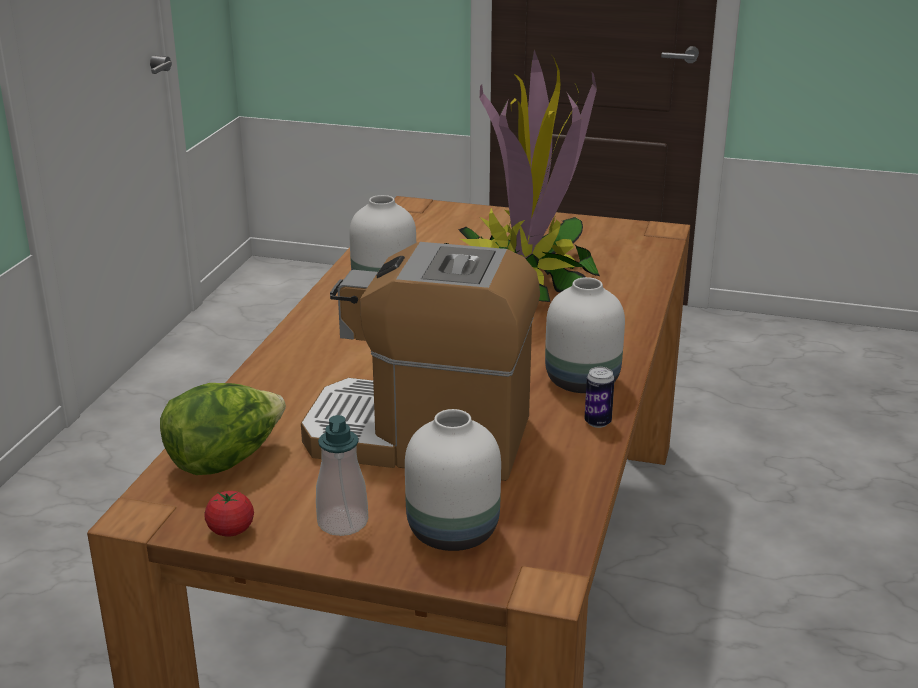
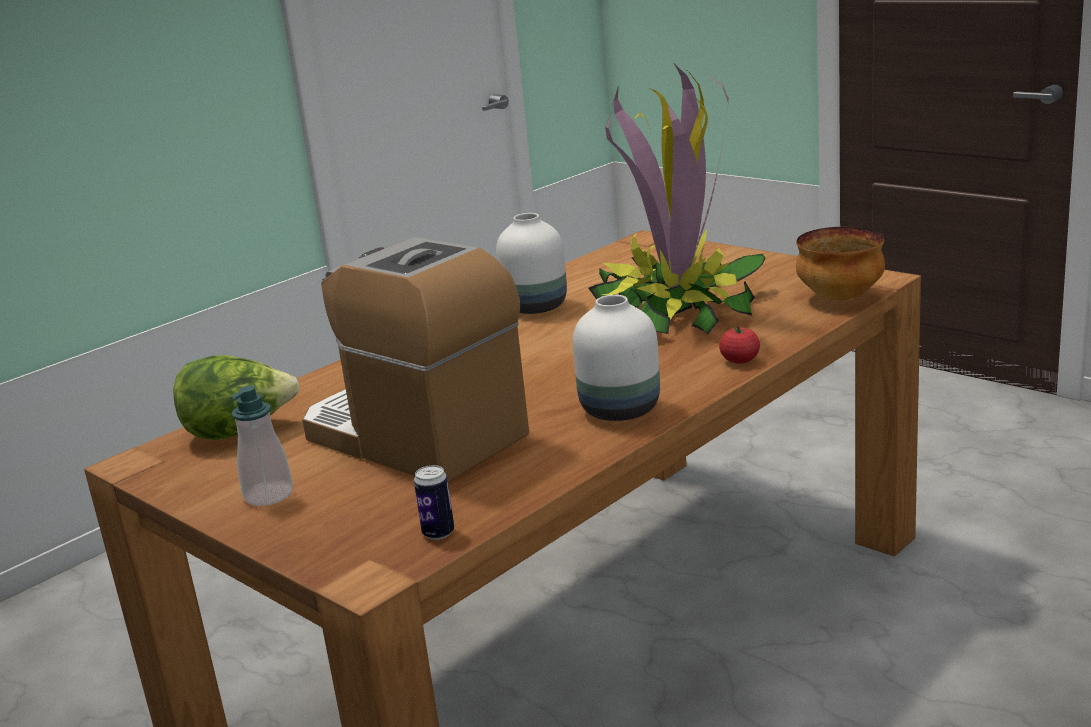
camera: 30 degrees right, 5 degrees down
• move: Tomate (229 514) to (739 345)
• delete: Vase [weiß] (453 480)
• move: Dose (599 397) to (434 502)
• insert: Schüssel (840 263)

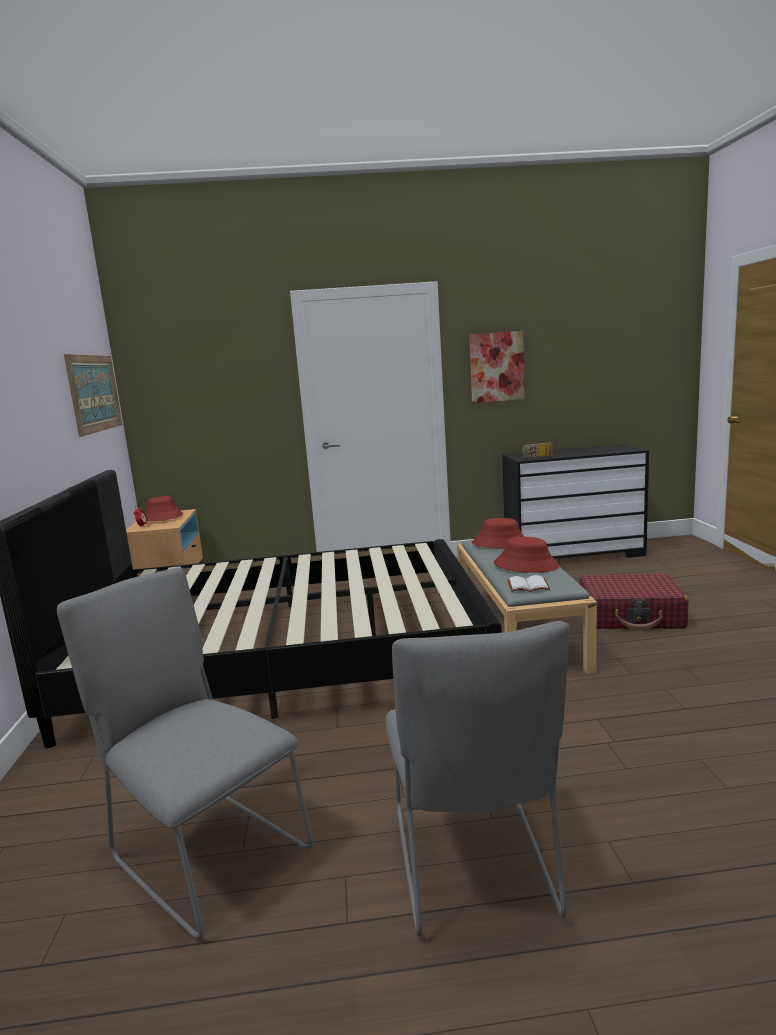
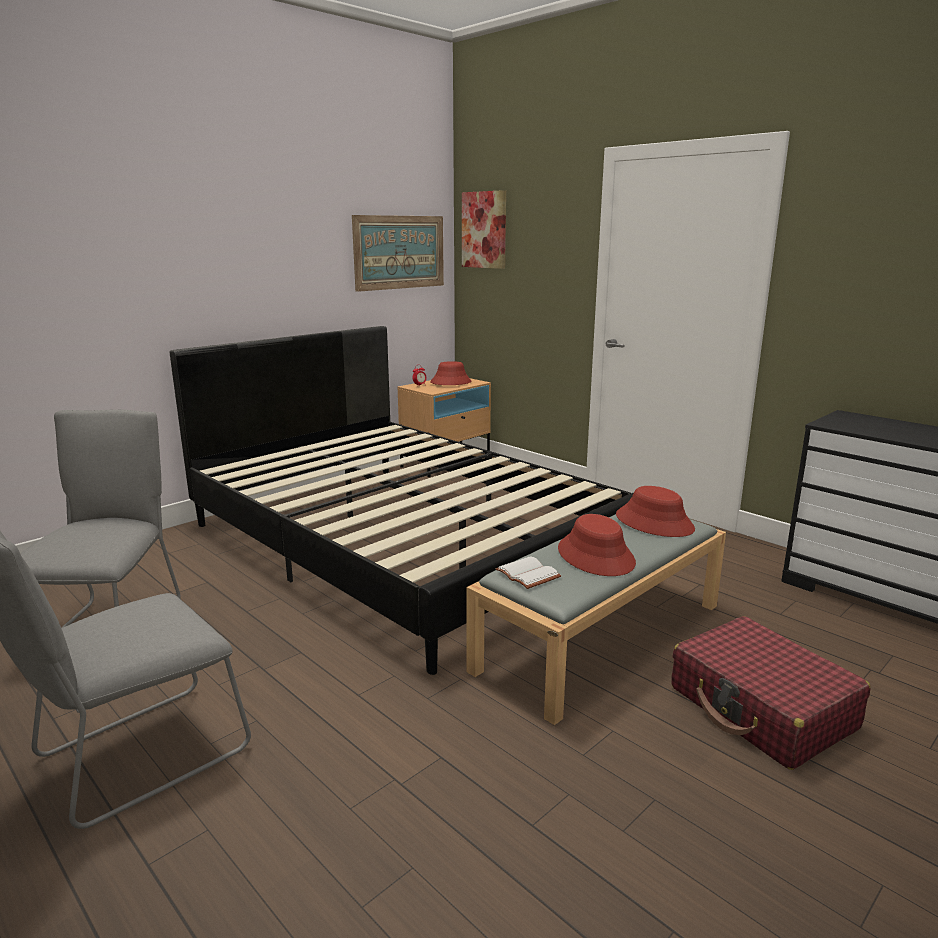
camera: 50 degrees right, 5 degrees up
• move: Bild (497 367) to (484 229)
• delete: Radio (537 450)

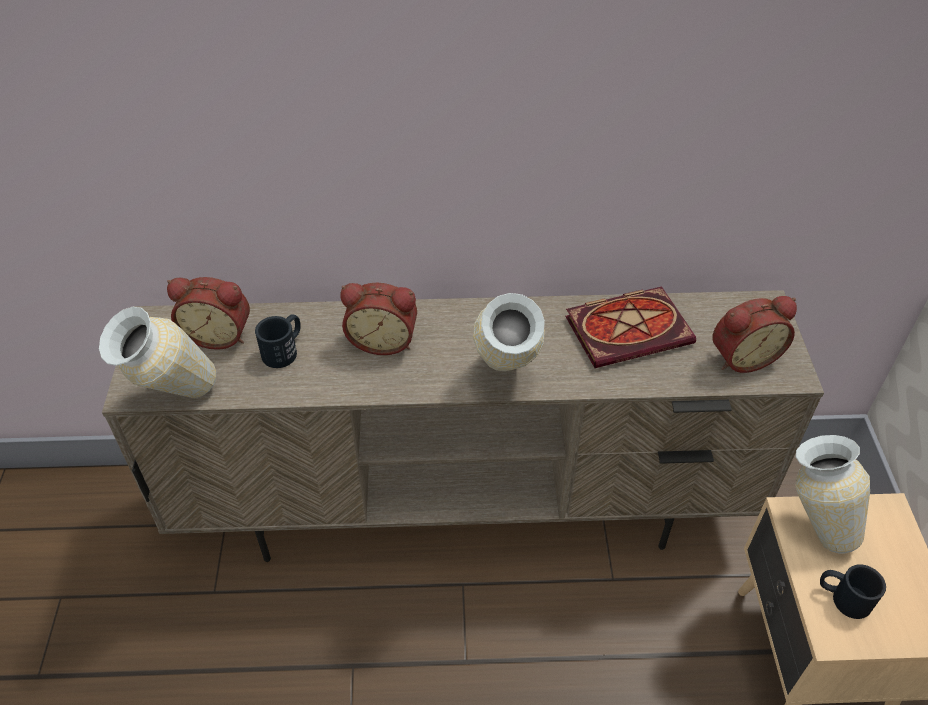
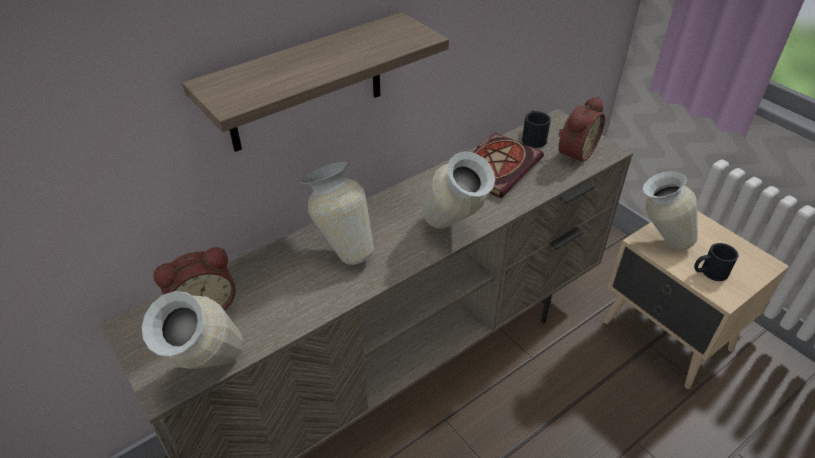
camera: 35 degrees left, 5 degrees down
• move: Henkelbecher [schwarz] (278 341) to (536 129)
• replace: Wecker (378 319) to Vase (337 213)
• insert: Wandregal (315 82)

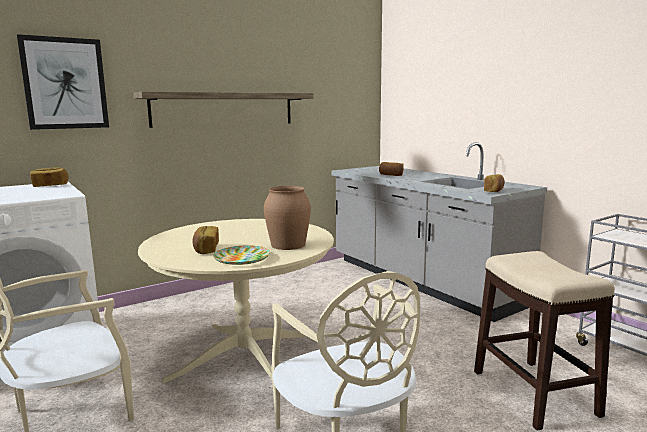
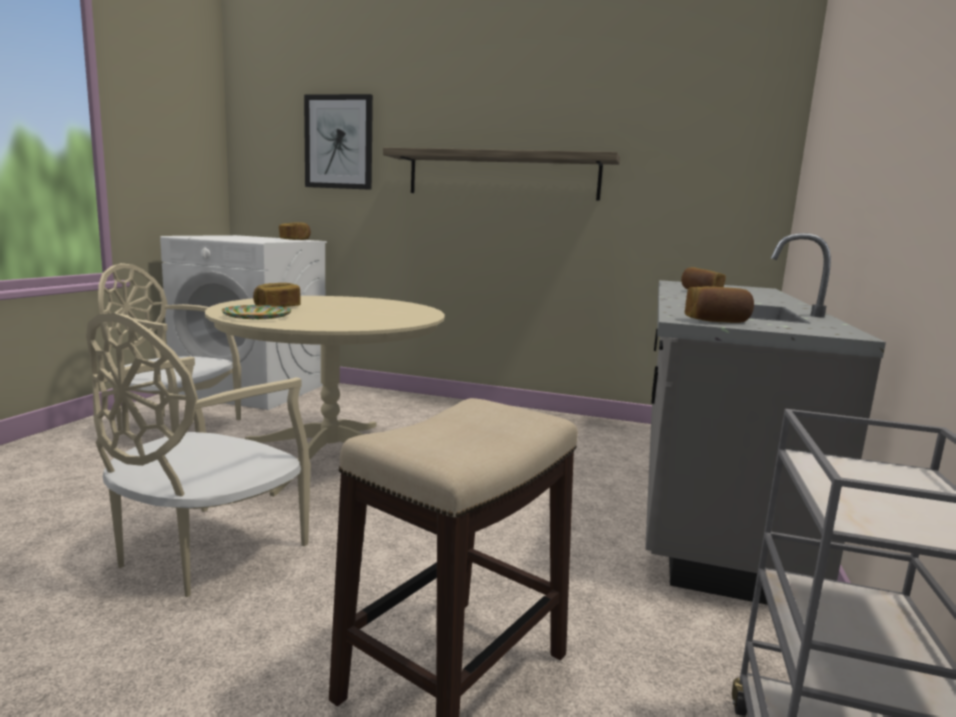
camera: 50 degrees right, 0 degrees up
• delete: Vase [braun] (287 218)

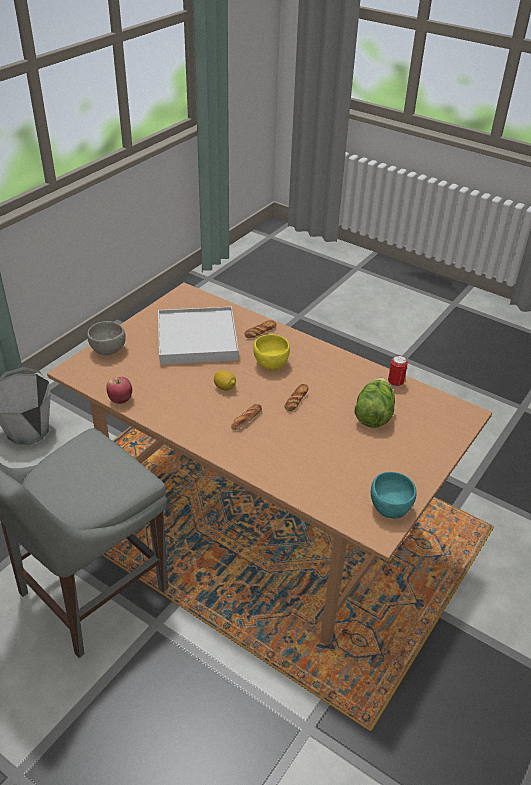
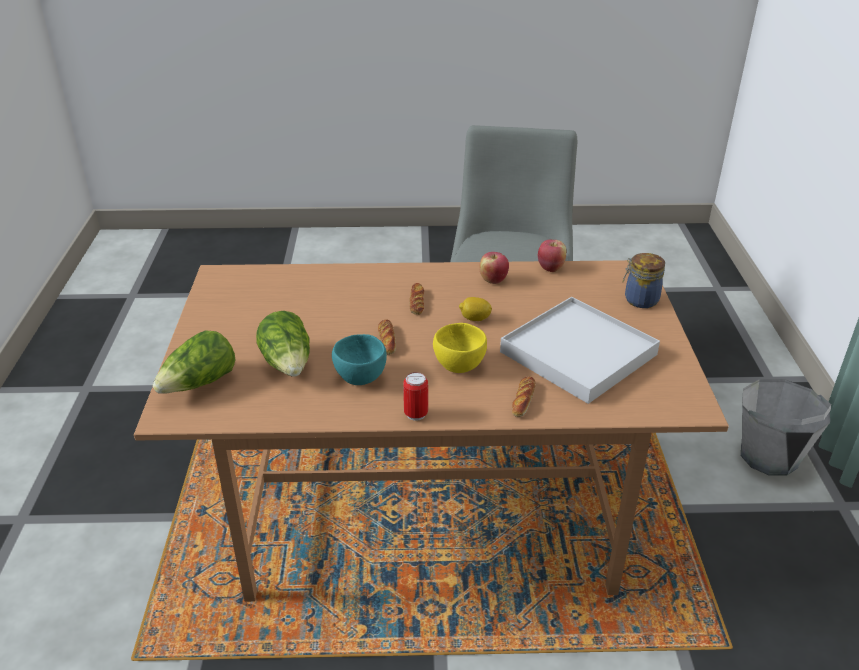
camera: 145 degrees right, 5 degrees down
• replace: Schüssel [grau] (106 338) to Vorratsglas (643 280)
• move: Schüssel [türkis] (394 495) to (359 359)
• move: Dose (398 371) to (415 396)
• insert: Salatkopf (194 362)
• insert: Apfel (494 268)

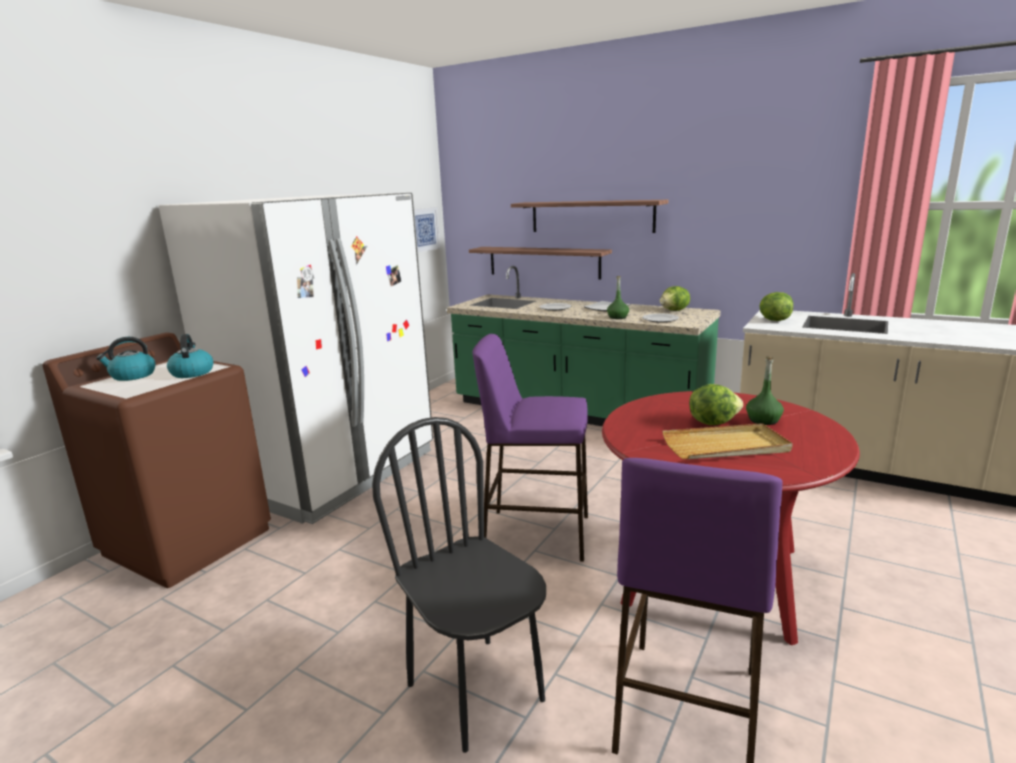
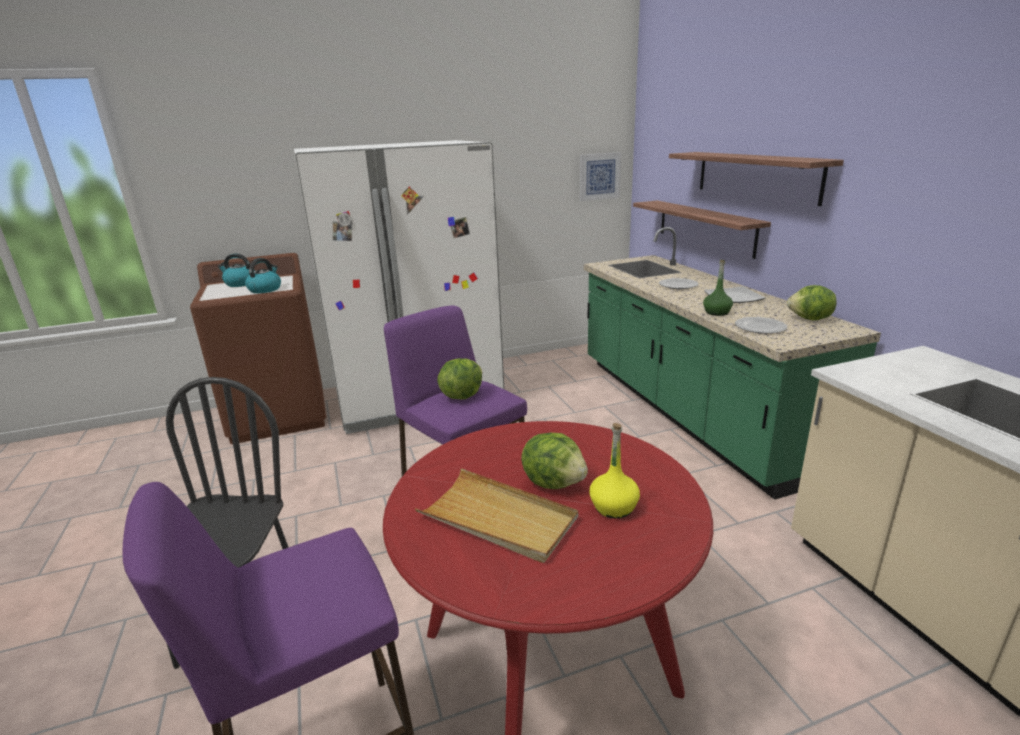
camera: 40 degrees right, 5 degrees up
• recolor: Flasche [grün] (765 391) to Flasche [gelb] (614 471)
• move: Salatkopf (776 306) to (459 379)

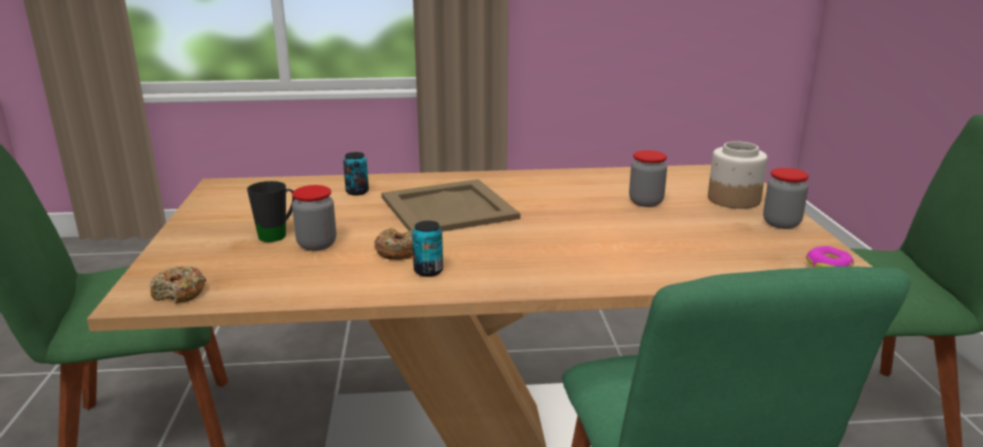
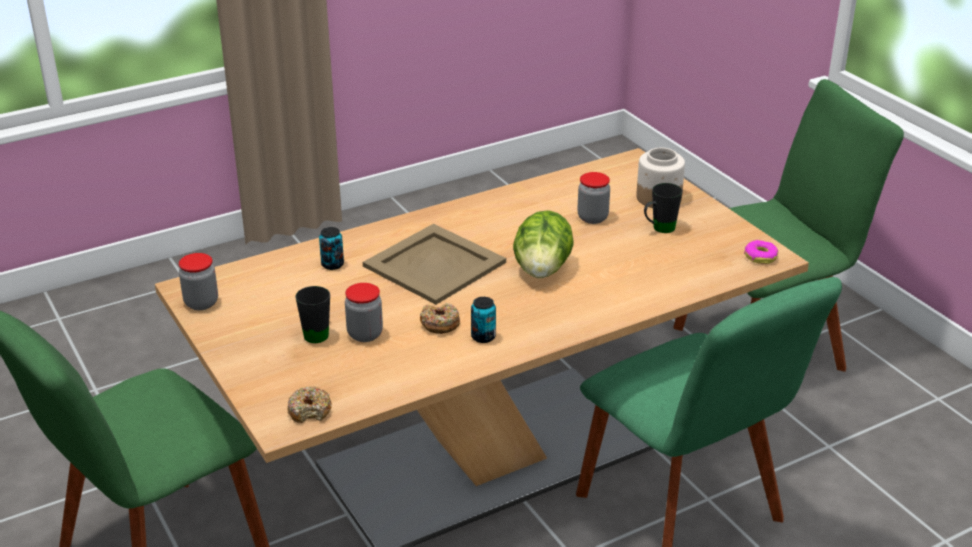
camera: 25 degrees left, 10 degrees up
• move: Vorratsglas (786 198) to (198 281)
• insert: Salatkopf (543 244)
• insert: Henkelbecher [schwarz] (663 208)

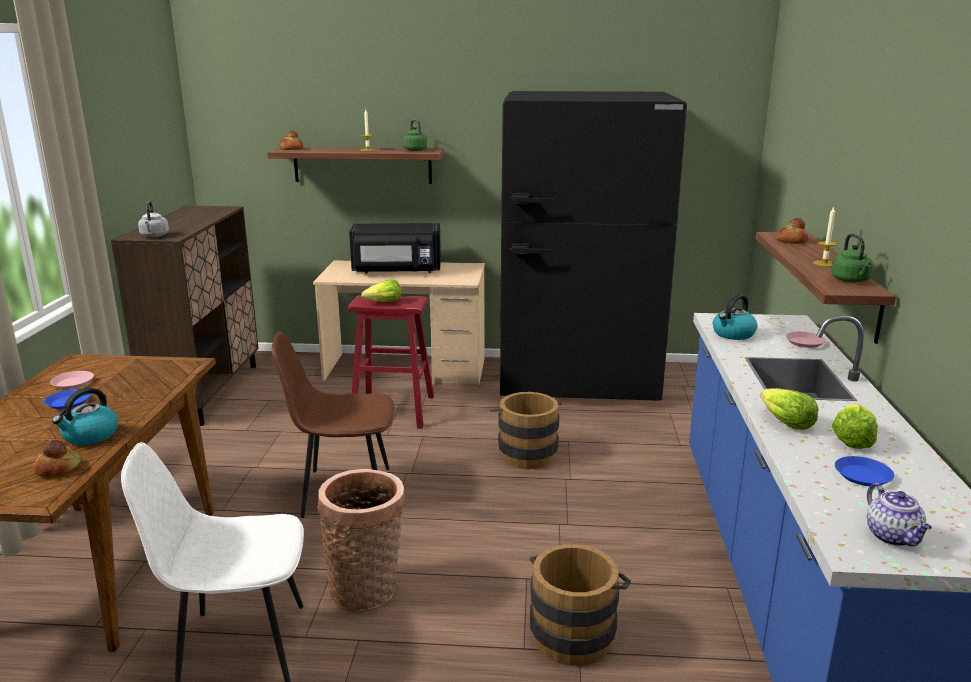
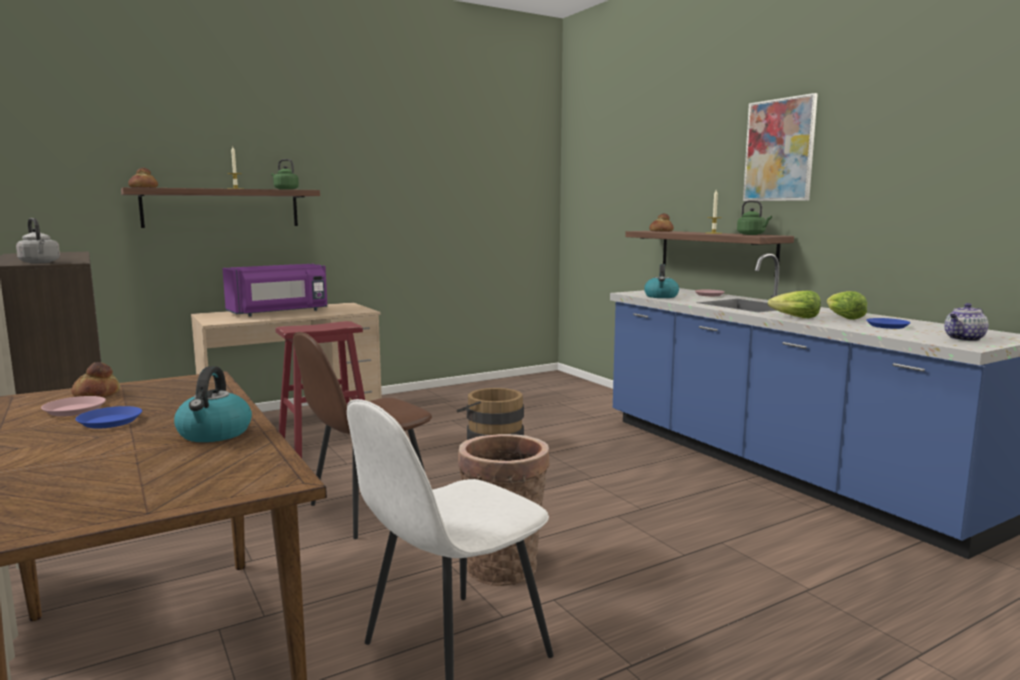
camera: 35 degrees left, 10 degrees down
• move: Brot (57 458) to (95 379)
• recolor: Mikrowelle [schwarz] (395 248) to Mikrowelle [lila] (275 290)
• delete: Salatkopf (381 290)
• delete: Kühlschrank [schwarz] (593 246)
• delete: Eimer [braun] (580 605)
• rotate: Teekanne (899 514) = (966 322) 105 degrees clockwise
• insert: Bild (780 147)

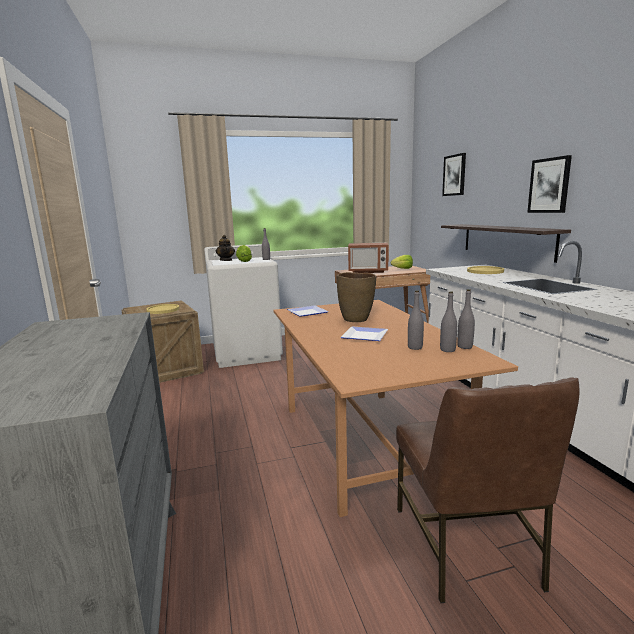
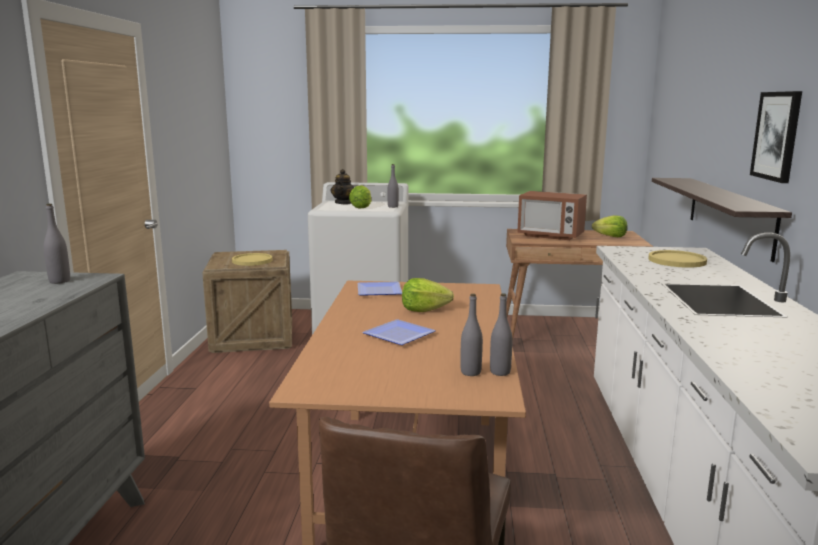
camera: 20 degrees right, 0 degrees up
• replace: Vase [braun] (356 297) to Salatkopf (428 295)
• move: Flasche [grau] (416 320) to (57 244)
• delete: Bild (454 174)

